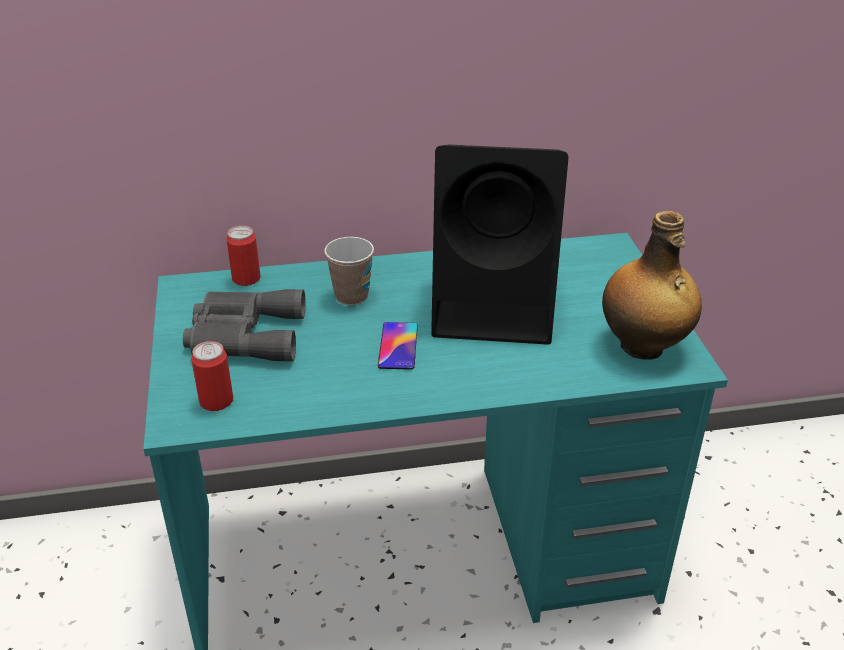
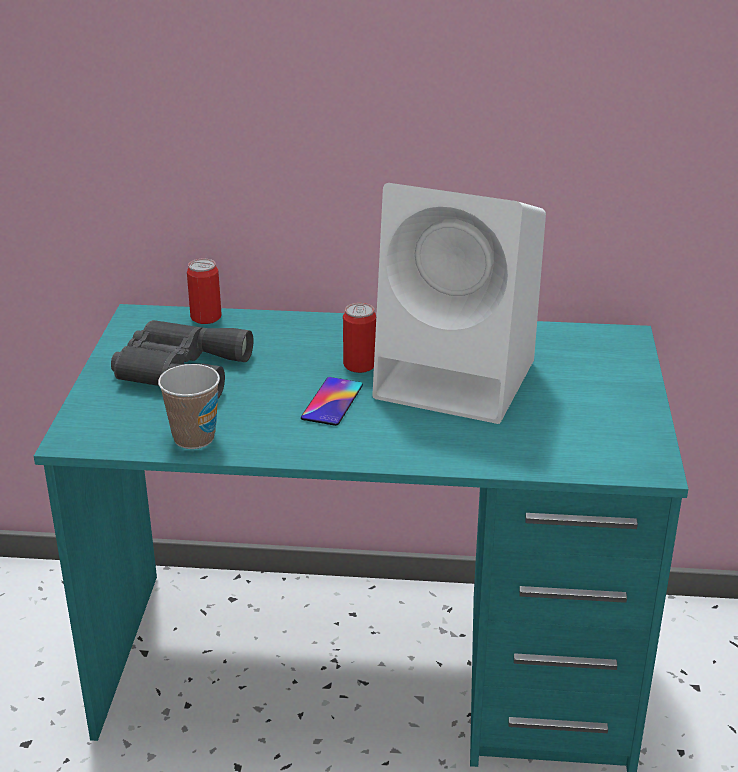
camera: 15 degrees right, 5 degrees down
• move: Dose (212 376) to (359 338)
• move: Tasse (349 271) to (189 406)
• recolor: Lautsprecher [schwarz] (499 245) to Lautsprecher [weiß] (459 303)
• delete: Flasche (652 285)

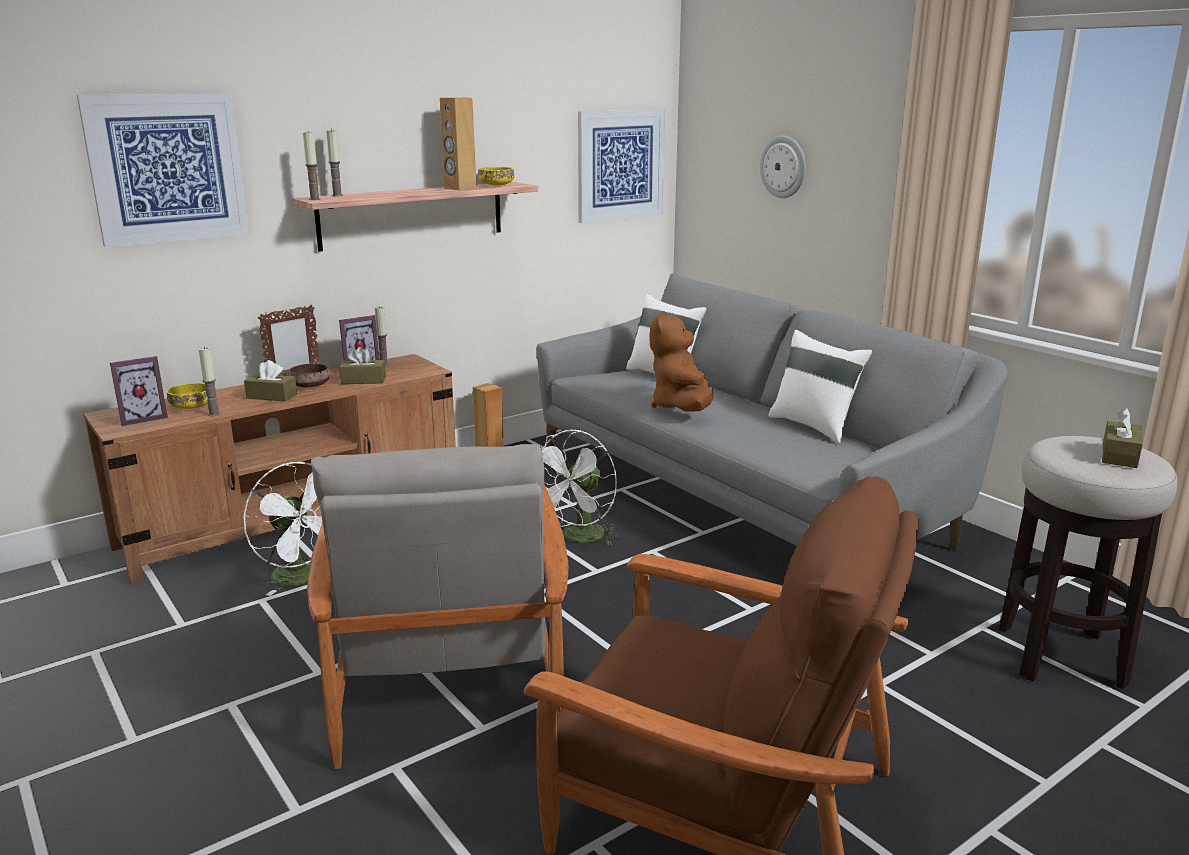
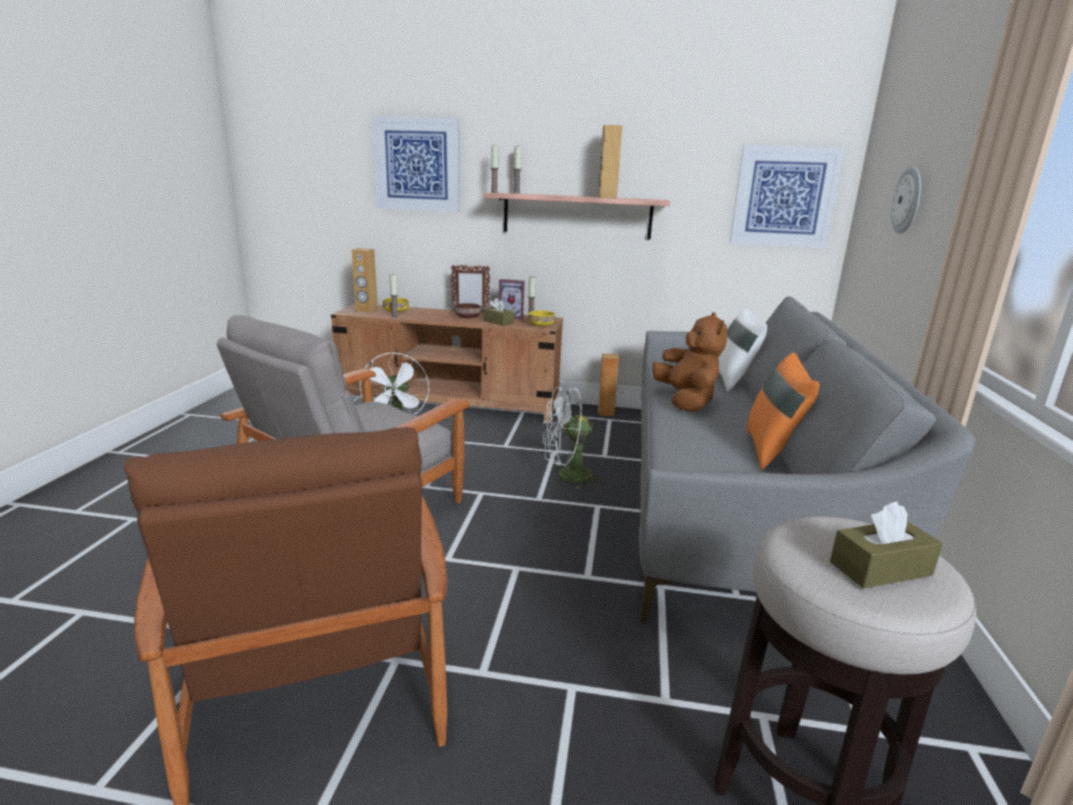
camera: 45 degrees right, 0 degrees up
• replace: Bilderrahmen (139 391) to Lautsprecher [braun] (365 280)
• delete: Taschentuchbox [braun] (270 381)
• move: Schüssel [gelb] (496 176) to (541 318)
• rotate: Plüschtier [braun] (682 361) = (689 362) 120 degrees clockwise
• recolor: Kissen [weiß] (820 386) to Kissen [orange] (783 411)

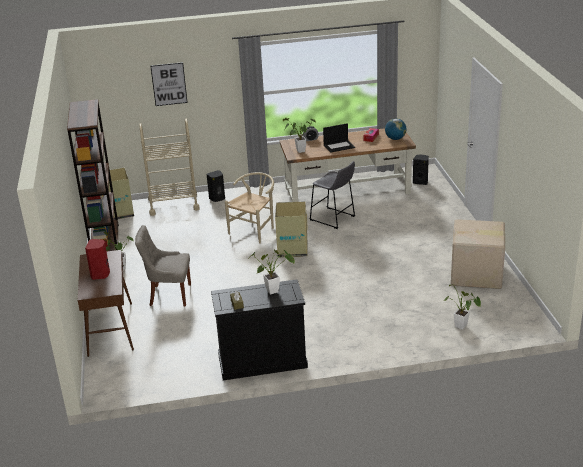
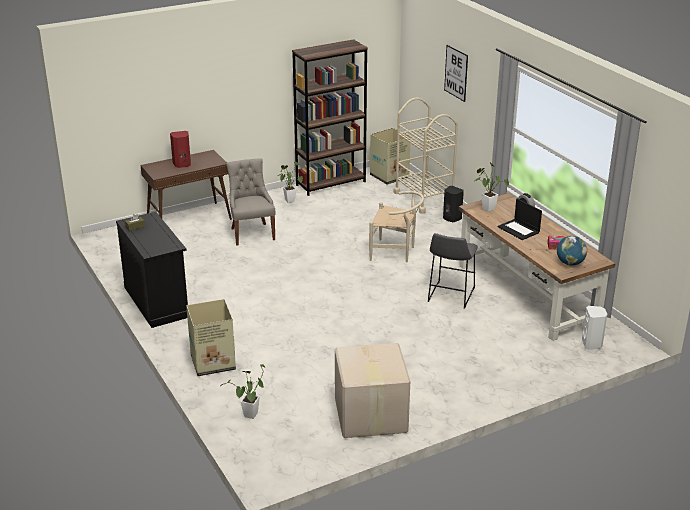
camera: 70 degrees right, 0 degrees up
• delete: Topfpflanze (273 271)
• move: Karton (291 230) to (211 337)
• recolor: Lautsprecher [schwarz] (421 169) to Lautsprecher [weiß] (594 328)

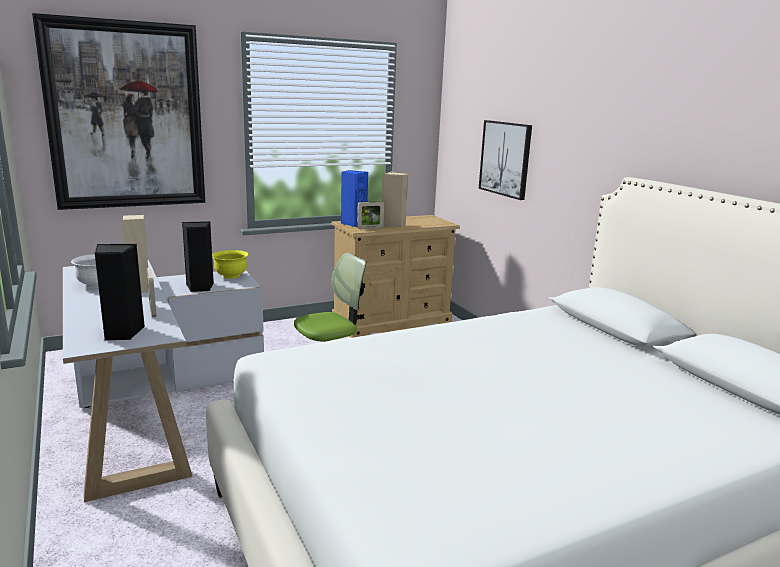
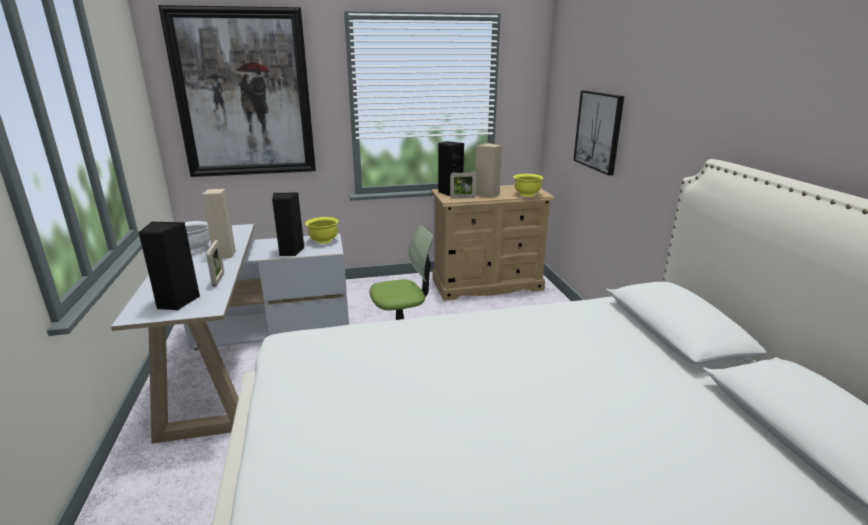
camera: 15 degrees right, 5 degrees up
• recolor: Lautsprecher [blau] (354 198) to Lautsprecher [schwarz] (451 168)
• insert: Schüssel [gelb] (528 185)

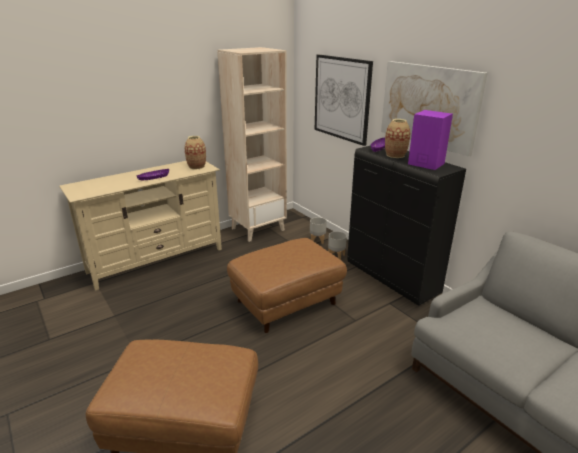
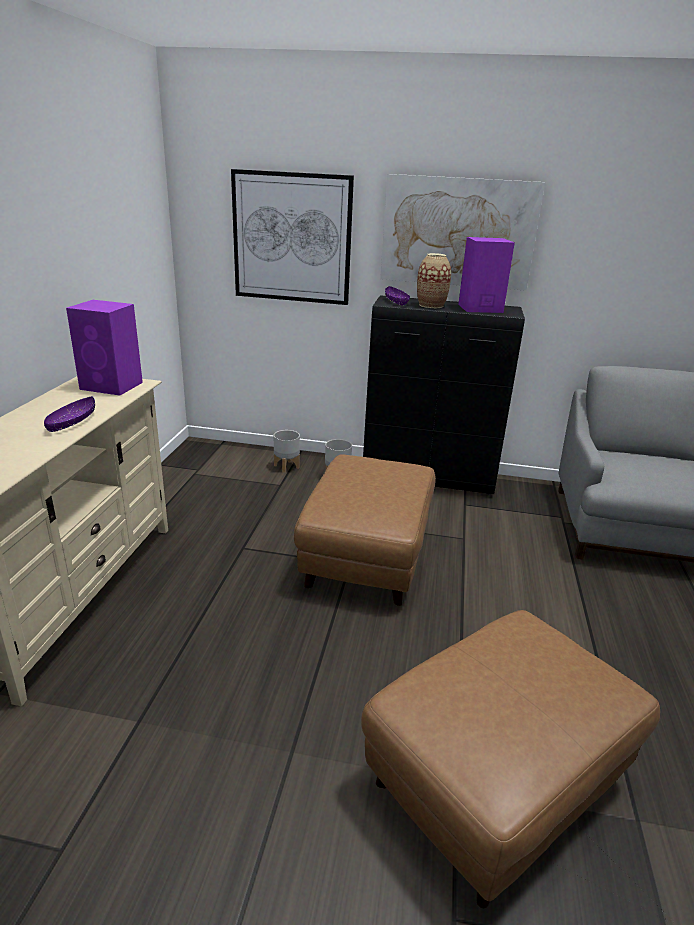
camera: 45 degrees left, 0 degrees up
• replace: Vase (195 152) to Lautsprecher [lila] (104 348)
• delete: Bücherregal [beige] (252 144)

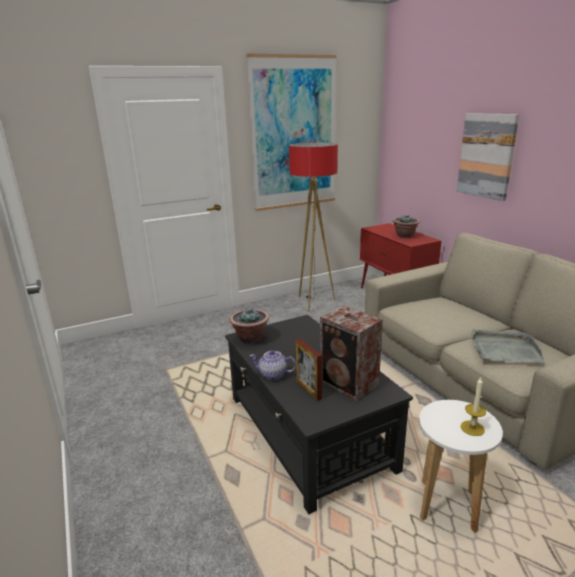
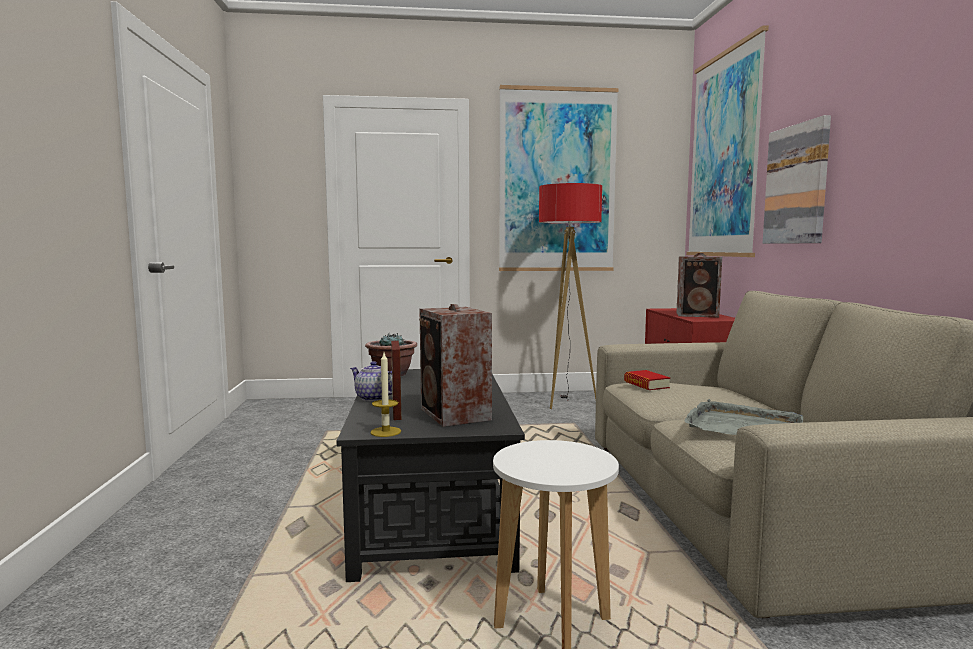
camera: 20 degrees right, 15 degrees down
• replace: Topfpflanze (406 226) to Lautsprecher (699 285)
• move: Kerze (473 406) to (385 395)
• insert: Buch (647 380)
• insert: Bild (727 141)

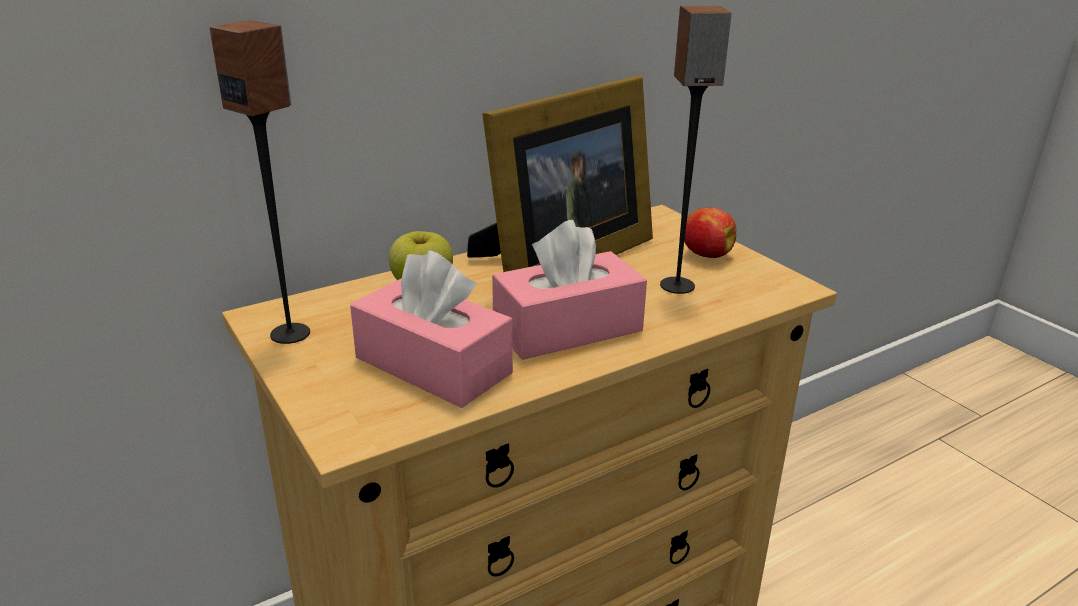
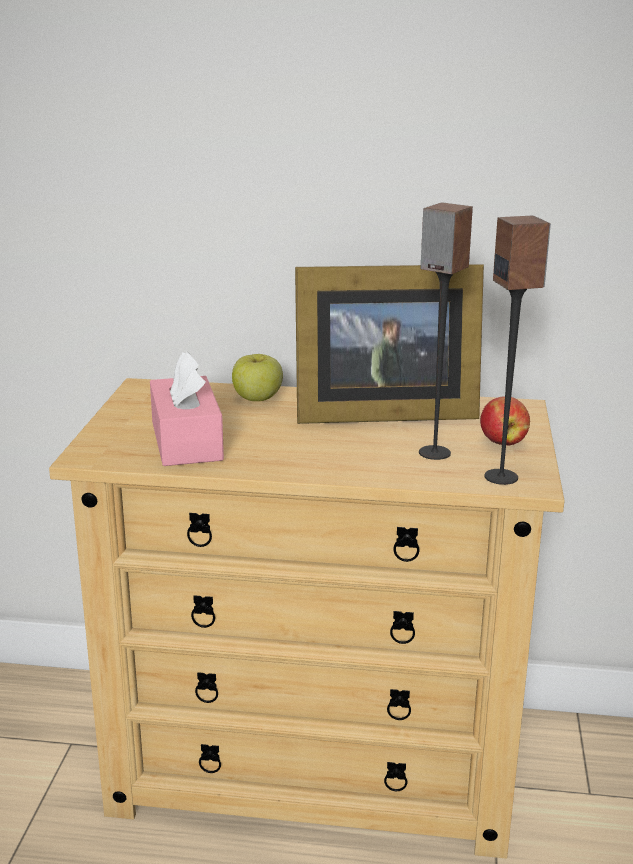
camera: 40 degrees right, 5 degrees down
• move: Lautsprecher (260 182) to (517 350)
• delete: Taschentuchbox [rosa] (569 290)

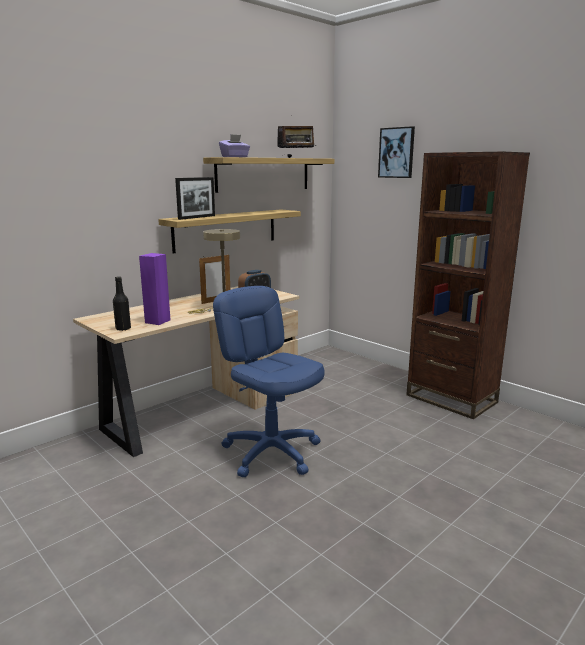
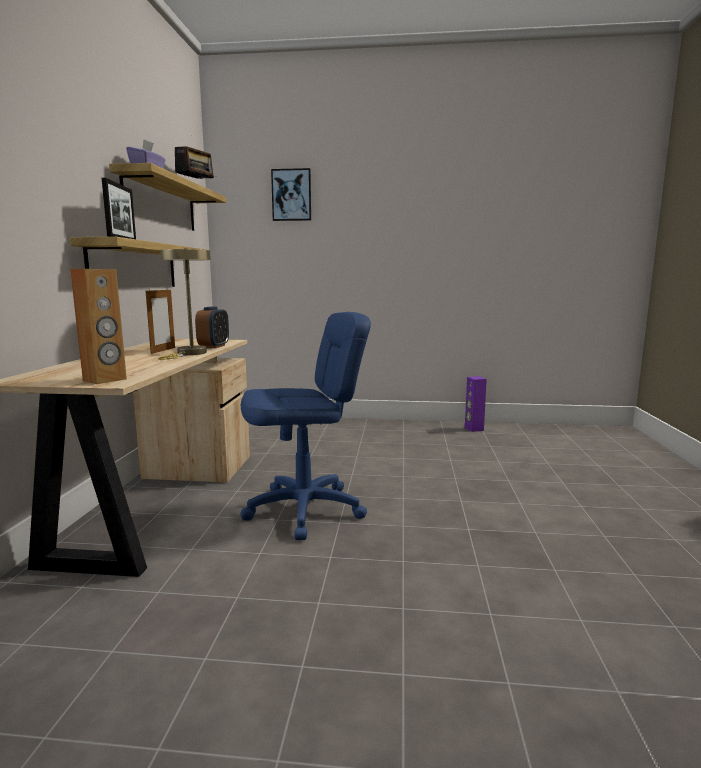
camera: 40 degrees left, 5 degrees down
• replace: Flasche [schwarz] (122 303) to Lautsprecher [braun] (98 326)
• move: Lautsprecher [lila] (155 289) to (476 404)
• rotate: Bürostuhl [blau] (269 381) = (306 426) 150 degrees clockwise
• delete: Bücherregal [braun] (468 285)

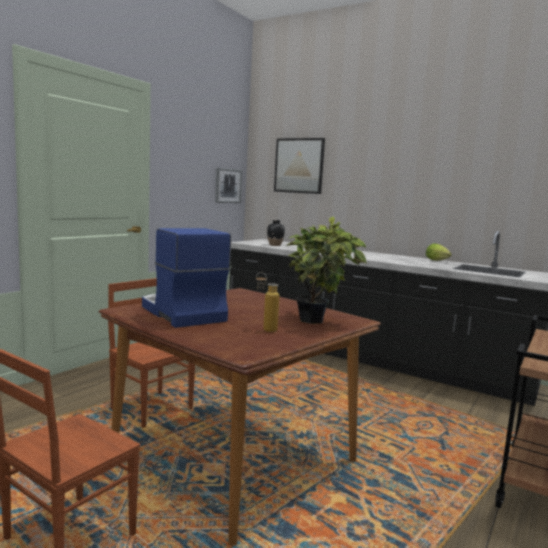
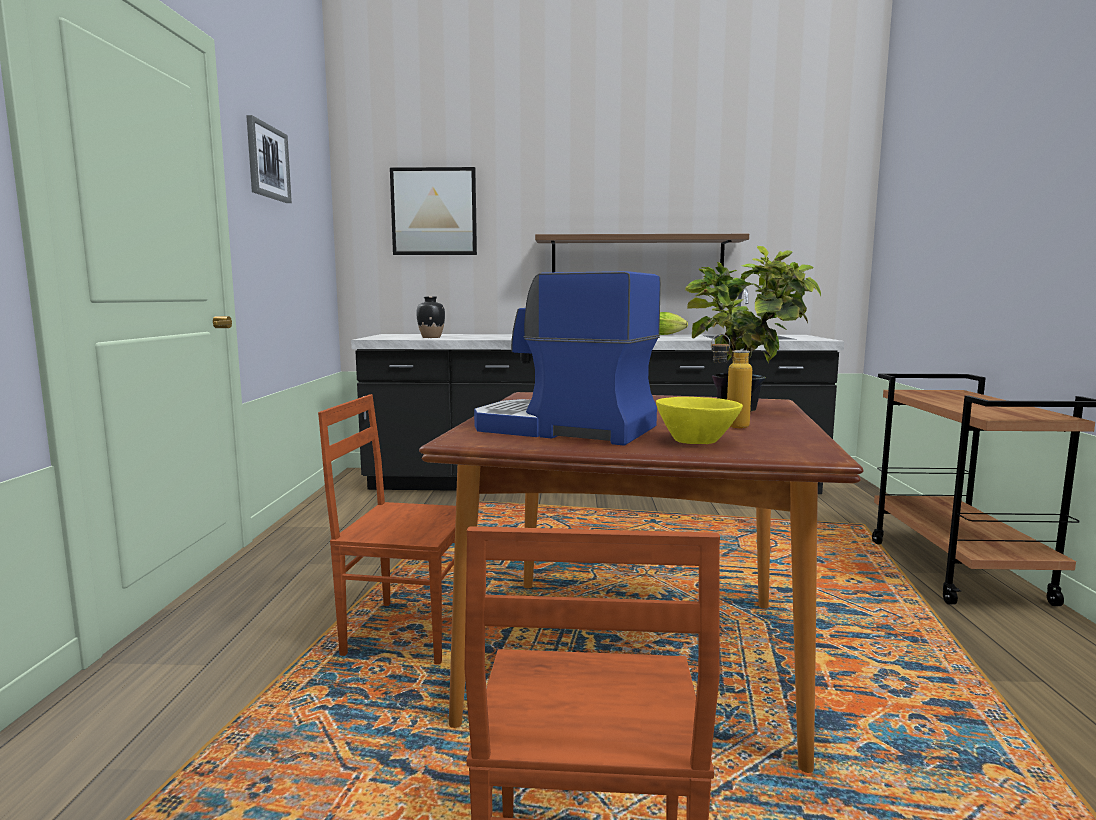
camera: 30 degrees left, 0 degrees up
• move: Bild (228 185) to (269 159)
• insert: Wandregal (642 253)
• insert: Schüssel [gelb] (699 420)

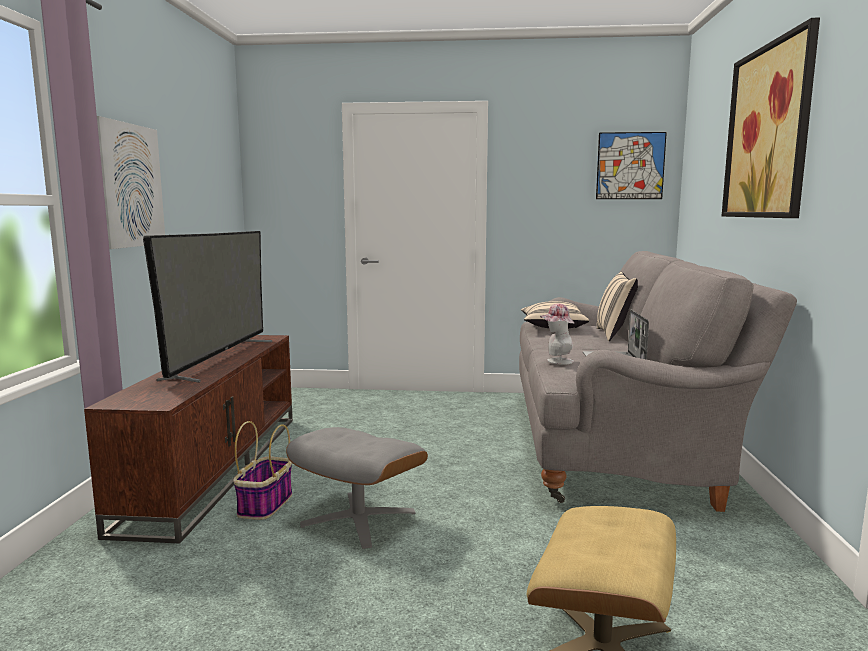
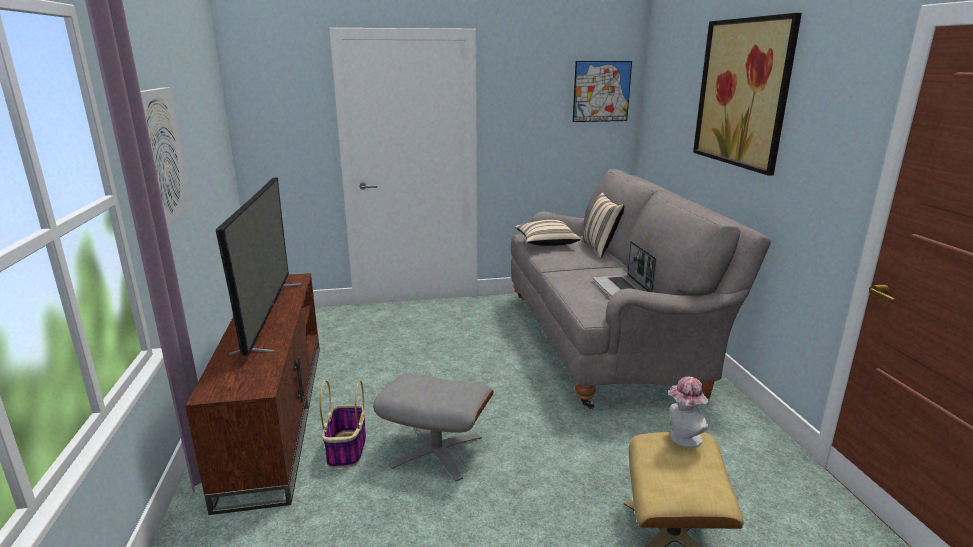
camera: 15 degrees left, 10 degrees up
• move: Hut (557 334) to (688 412)

